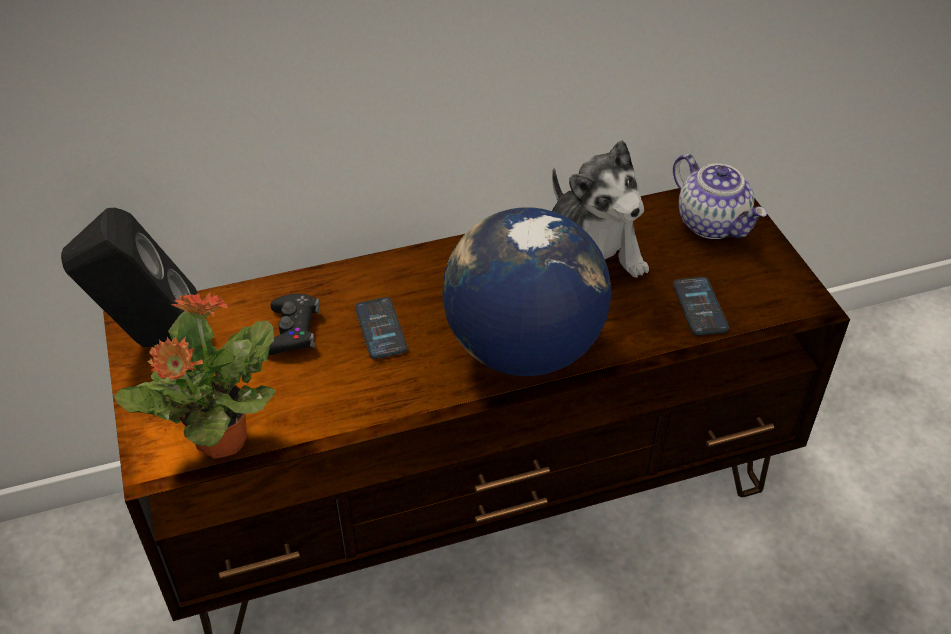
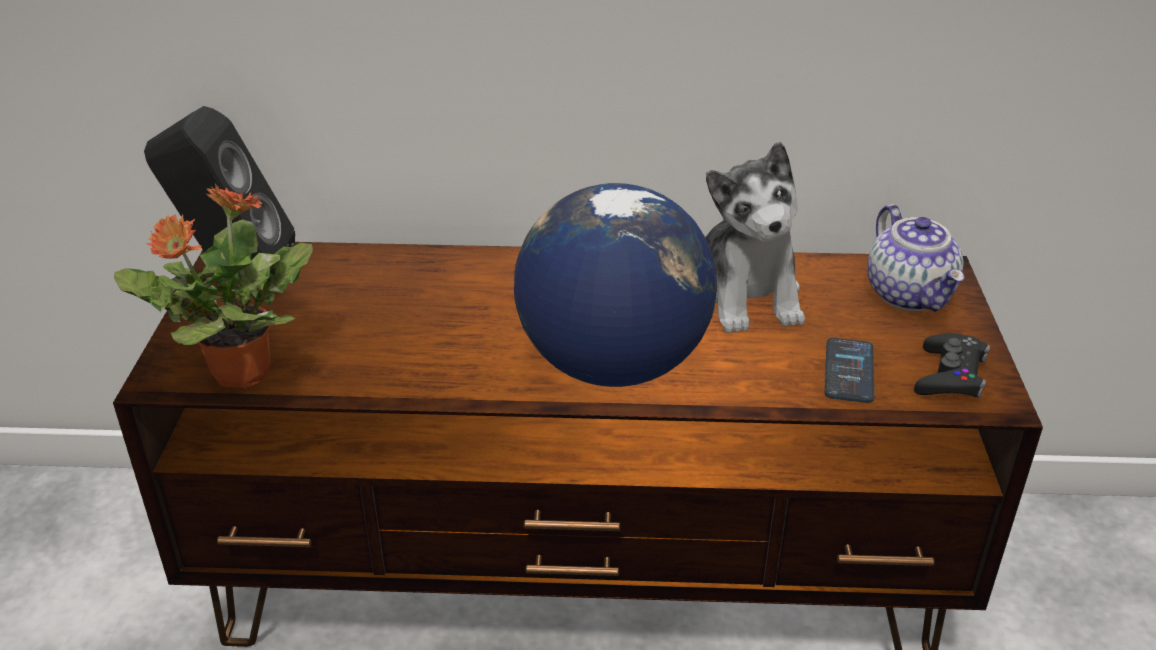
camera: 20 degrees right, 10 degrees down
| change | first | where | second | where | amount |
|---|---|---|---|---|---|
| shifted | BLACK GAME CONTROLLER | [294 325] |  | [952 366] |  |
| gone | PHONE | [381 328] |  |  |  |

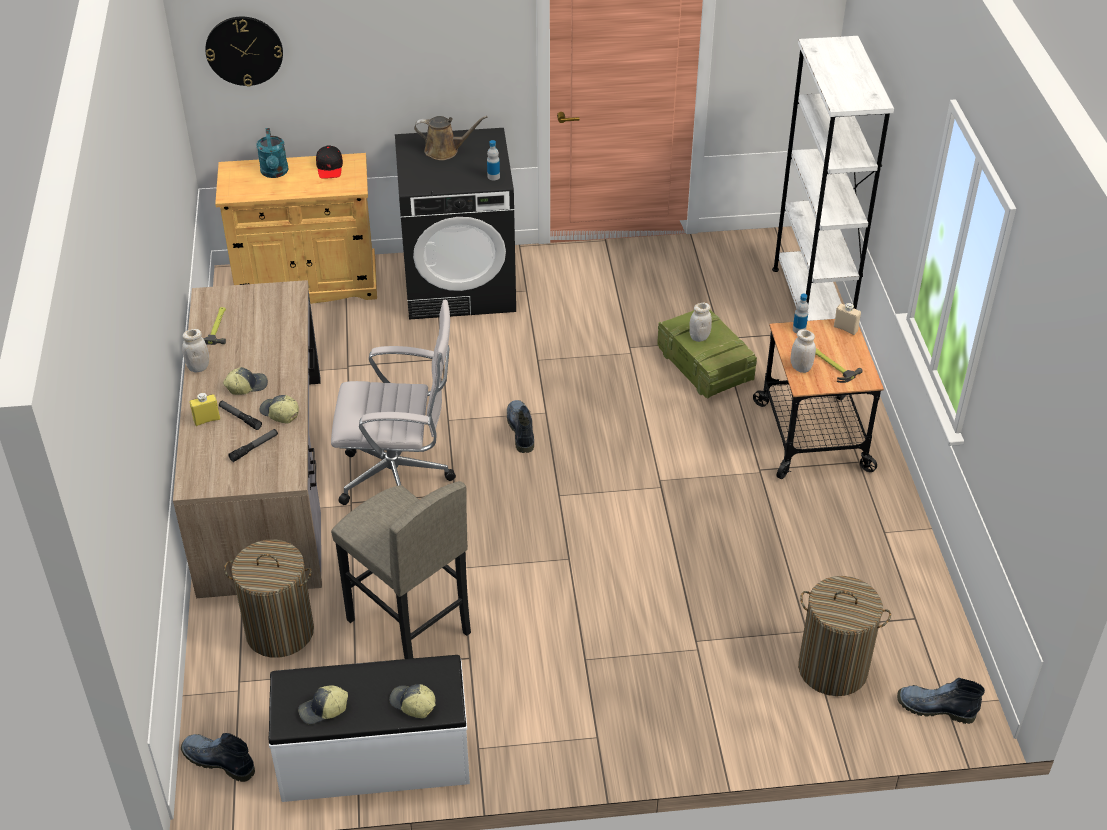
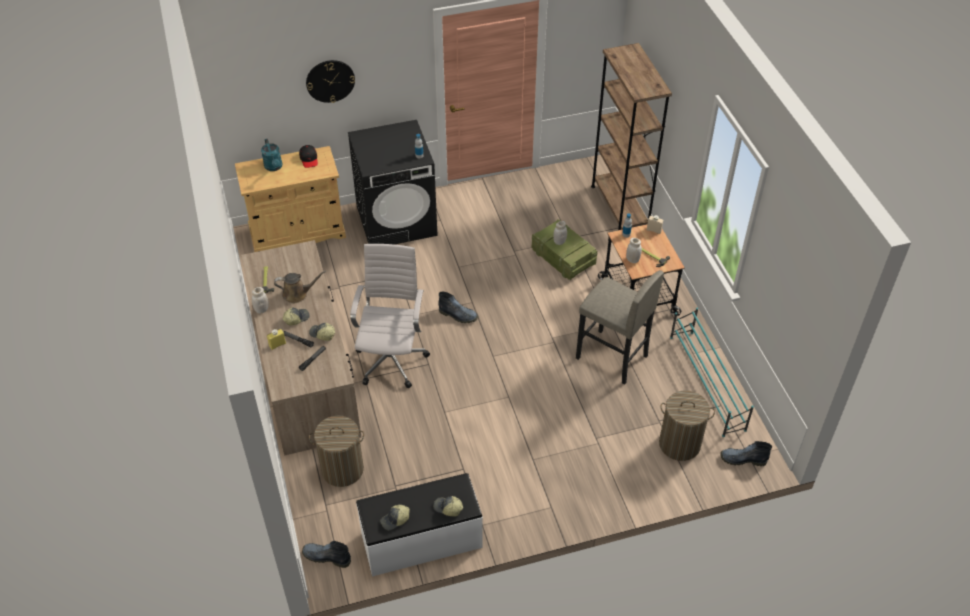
camera: 10 degrees left, 5 degrees up
| change | first | where | second | where | amount |
|---|---|---|---|---|---|
| shifted | WALL CLOCK | [244 52] |  | [330 81] |  |
| rotated | WHITE OFFICE CHAIR | [393 402] |  | [390 316] | 75 degrees counterclockwise |
| shifted | GREY STOOL | [401 570] |  | [620 327] |  |
| shifted | BROWN WATERING CAN | [450 138] |  | [300 287] |  |
| rotated | BOOT | [520 426] |  | [458 307] | 135 degrees clockwise |
| repainted | WHITE BOOKCASE | [833 178] | BROWN BOOKCASE | [631 136] |  |
| new |  |  | TURQUOISE SHOE RACK | [712 372] |  |

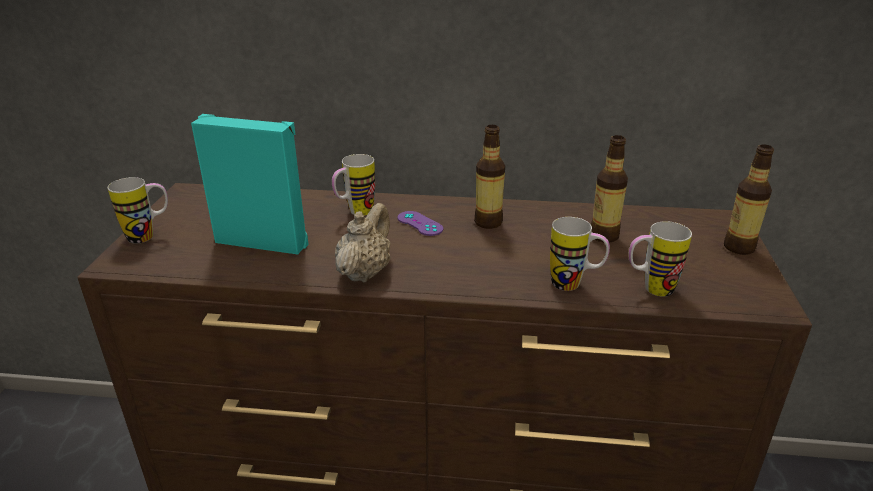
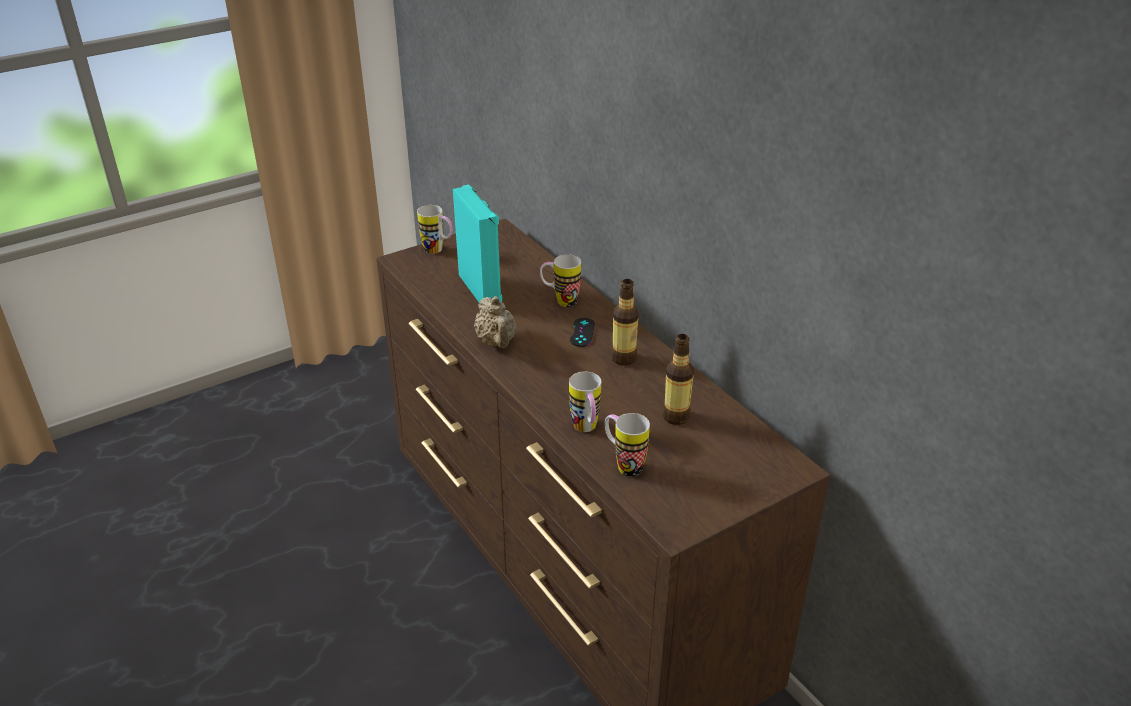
camera: 50 degrees right, 5 degrees up
| change | first | where | second | where | amount |
|---|---|---|---|---|---|
| rotated | BEIGE TEAPOT | [363 242] |  | [495 322] | 90 degrees clockwise |
| repainted | PURPLE GAME CONTROLLER | [420 223] | BLACK GAME CONTROLLER | [582 332] |  |
| gone | BOTTLE | [749 199] |  |  |  |

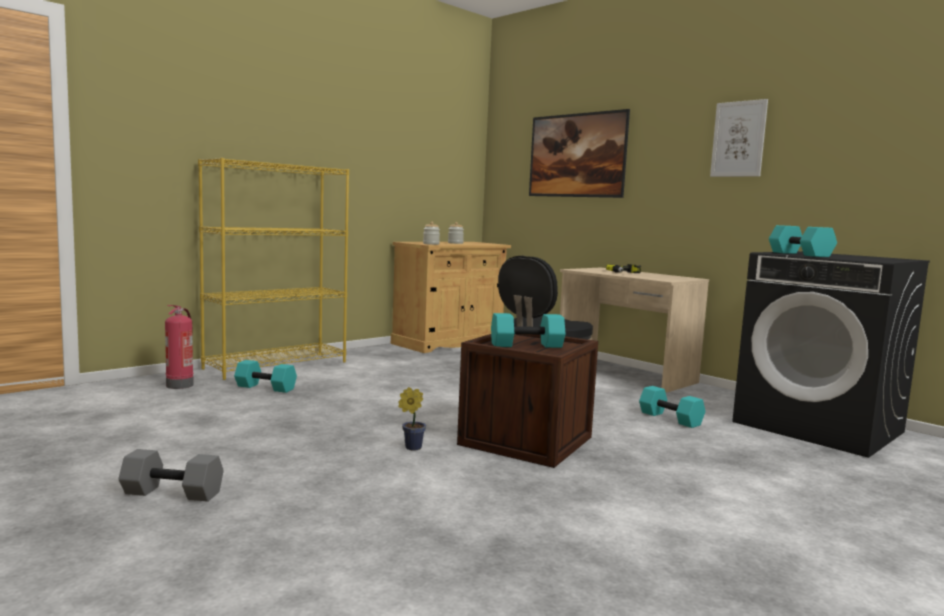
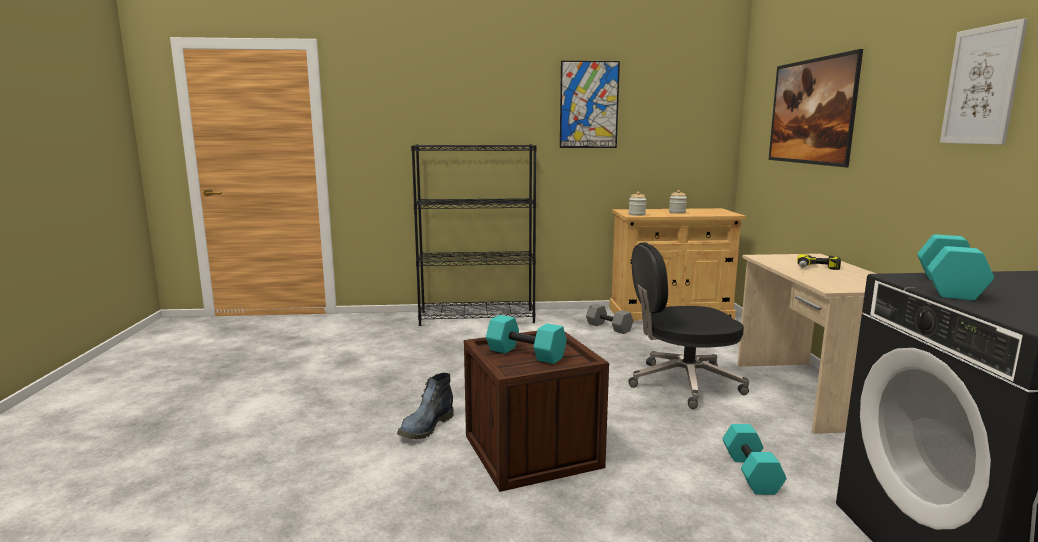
camera: 40 degrees right, 5 degrees up
| change | first | where | second | where | amount |
|---|---|---|---|---|---|
| shifted | GREY DUMBBELL | [171 475] |  | [609 319] |  |
| gone | FIRE EXTINGUISHER | [179 347] |  |  |  |
| repainted | YELLOW BOOKCASE | [273 269] | BLACK BOOKCASE | [474 235] |  |
| gone | TURQUOISE DUMBBELL | [265 376] |  |  |  |
| swapped | POTTED PLANT | [412 418] | BOOT | [425 406] |  |
| new |  |  | PICTURE | [590 104] |  |

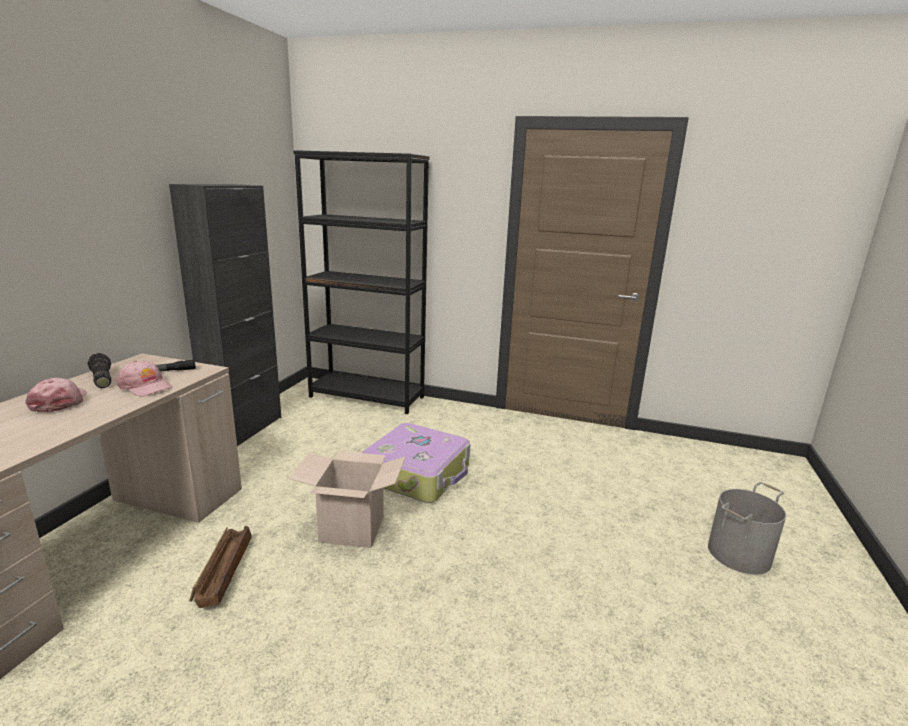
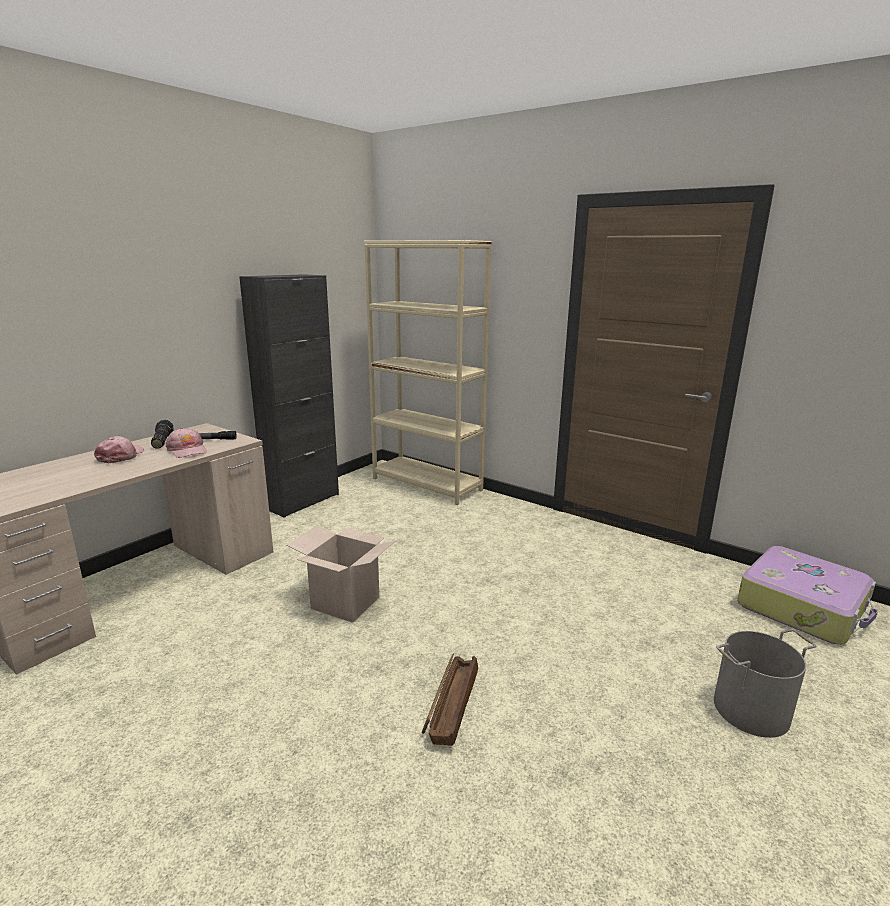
camera: 20 degrees right, 0 degrees up
| change | first | where | second | where | amount |
|---|---|---|---|---|---|
| shifted | CRATE | [220 567] |  | [450 699] |  |
| repainted | BLACK BOOKCASE | [362 282] | BEIGE BOOKCASE | [428 372] |  |
| shifted | SUITCASE | [416 463] |  | [807 595] |  |

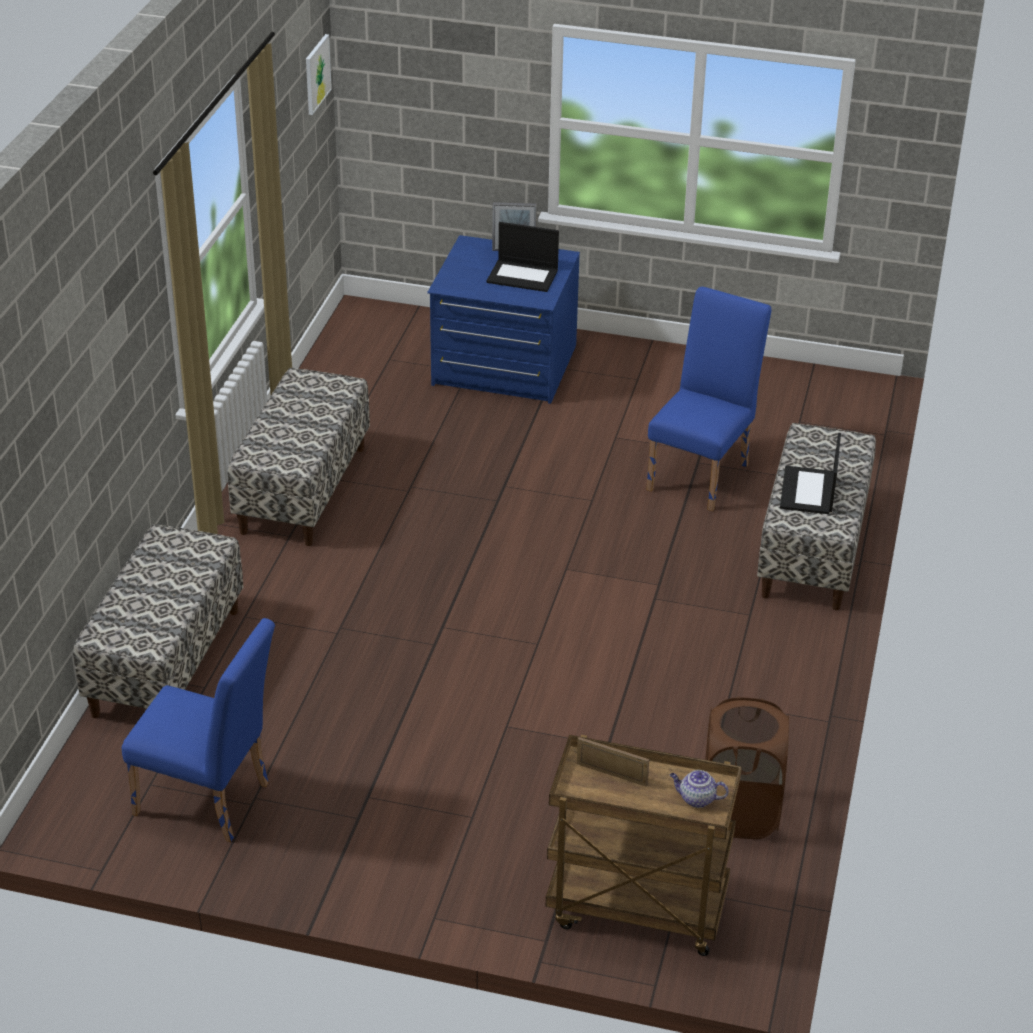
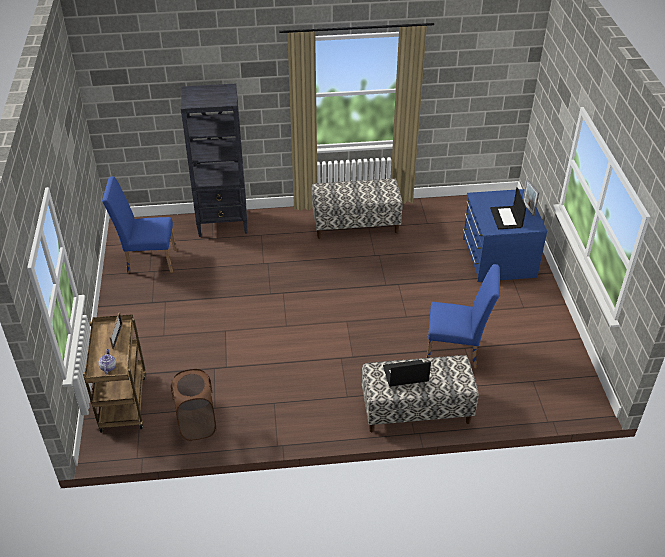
camera: 70 degrees right, 5 degrees up
| change | first | where | second | where | amount |
|---|---|---|---|---|---|
| swapped | BENCH | [158 621] | BLACK BOOKCASE | [214 160] |  |
| rotated | BLUE CHAIR | [198 730] |  | [139 224] | 90 degrees clockwise |
| gone | PICTURE | [319 74] |  |  |  |

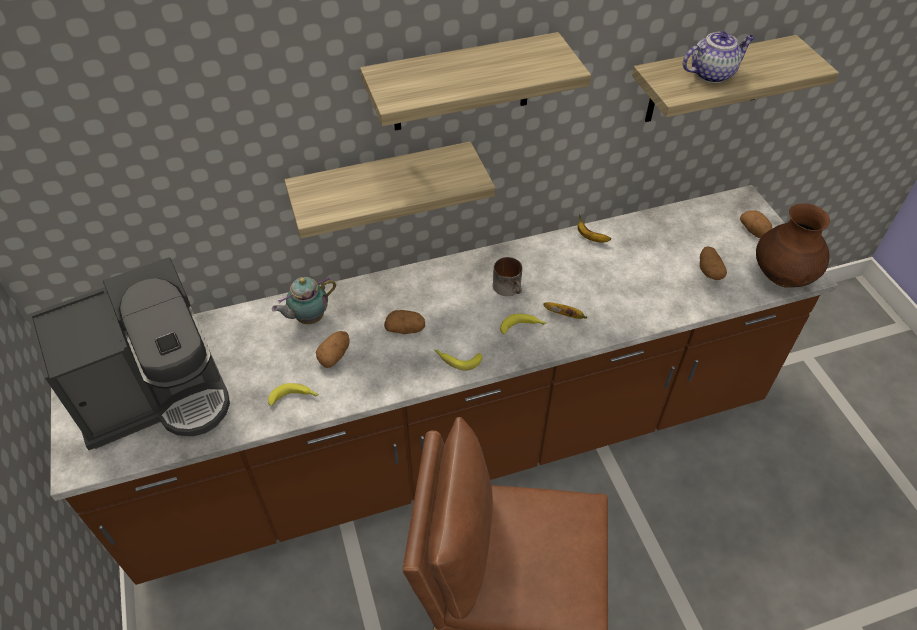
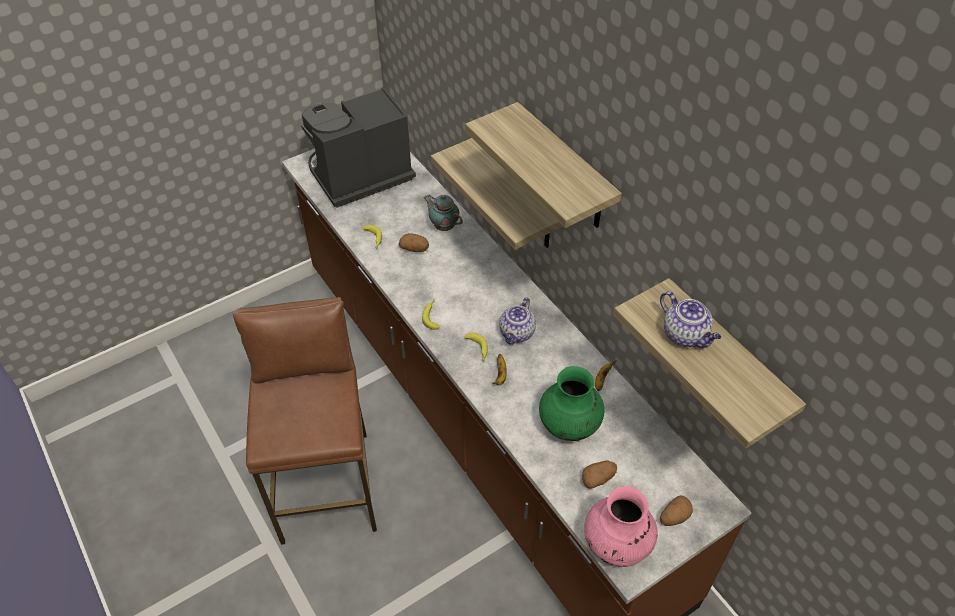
camera: 75 degrees right, 0 degrees up
| change | first | where | second | where | amount |
|---|---|---|---|---|---|
| rotated | COFFEE MACHINE | [129 353] |  | [358 148] | 105 degrees clockwise |
| gone | POTATO | [405 322] |  |  |  |
| swapped | MUG | [507 276] | TEAPOT | [517 320] |  |
| repainted | BROWN VASE | [793 245] | PINK VASE | [621 526] |  |
| new |  |  | GREEN VASE | [571 403] |  |

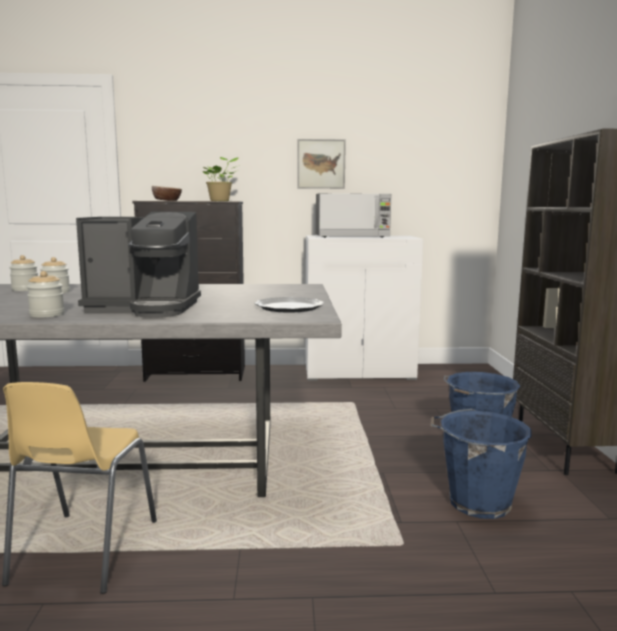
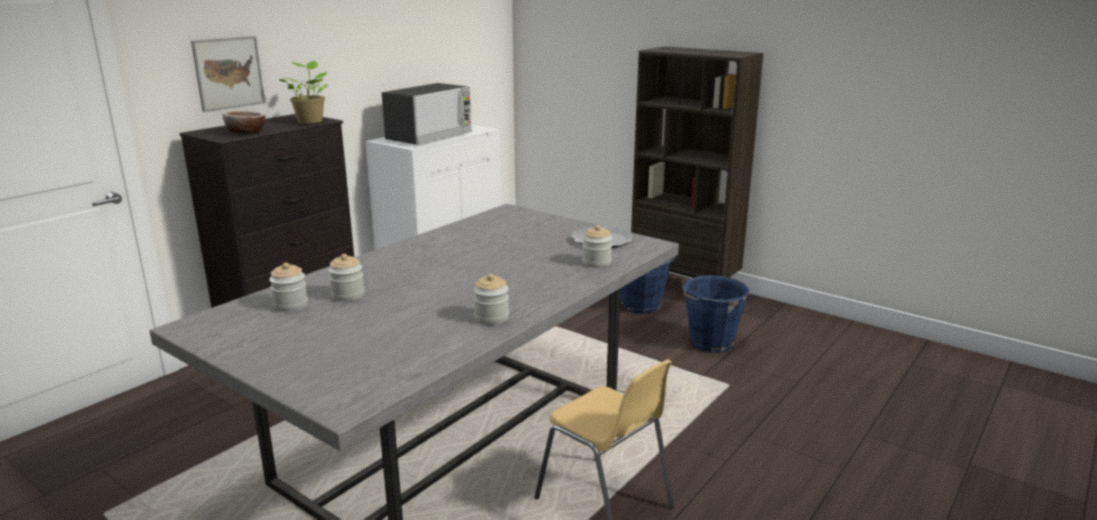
camera: 50 degrees left, 10 degrees up
| change | first | where | second | where | amount |
|---|---|---|---|---|---|
| gone | COFFEE MACHINE | [138 265] |  |  |  |
| shifted | PICTURE | [321 164] |  | [228 74] |  |
| new |  |  | JAR | [597 246] |  |

